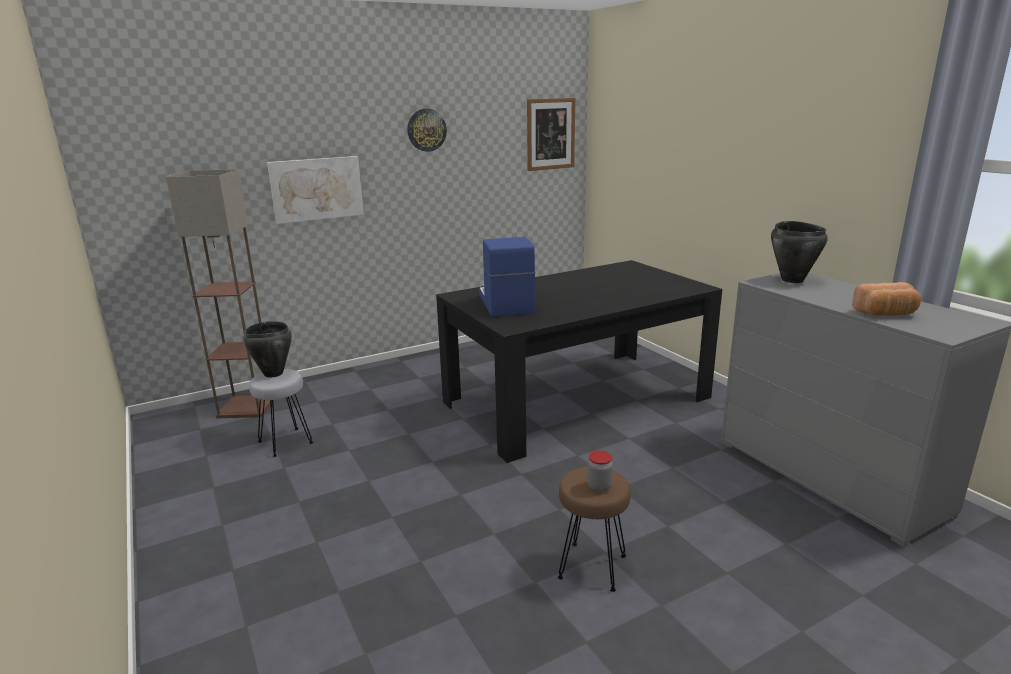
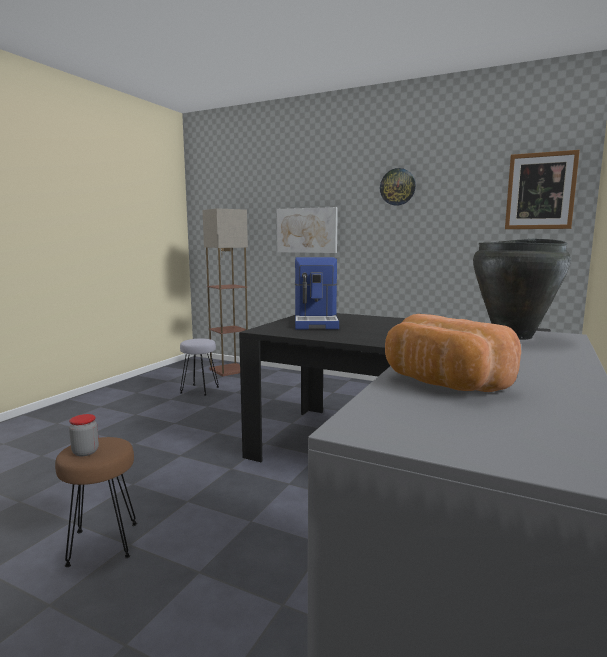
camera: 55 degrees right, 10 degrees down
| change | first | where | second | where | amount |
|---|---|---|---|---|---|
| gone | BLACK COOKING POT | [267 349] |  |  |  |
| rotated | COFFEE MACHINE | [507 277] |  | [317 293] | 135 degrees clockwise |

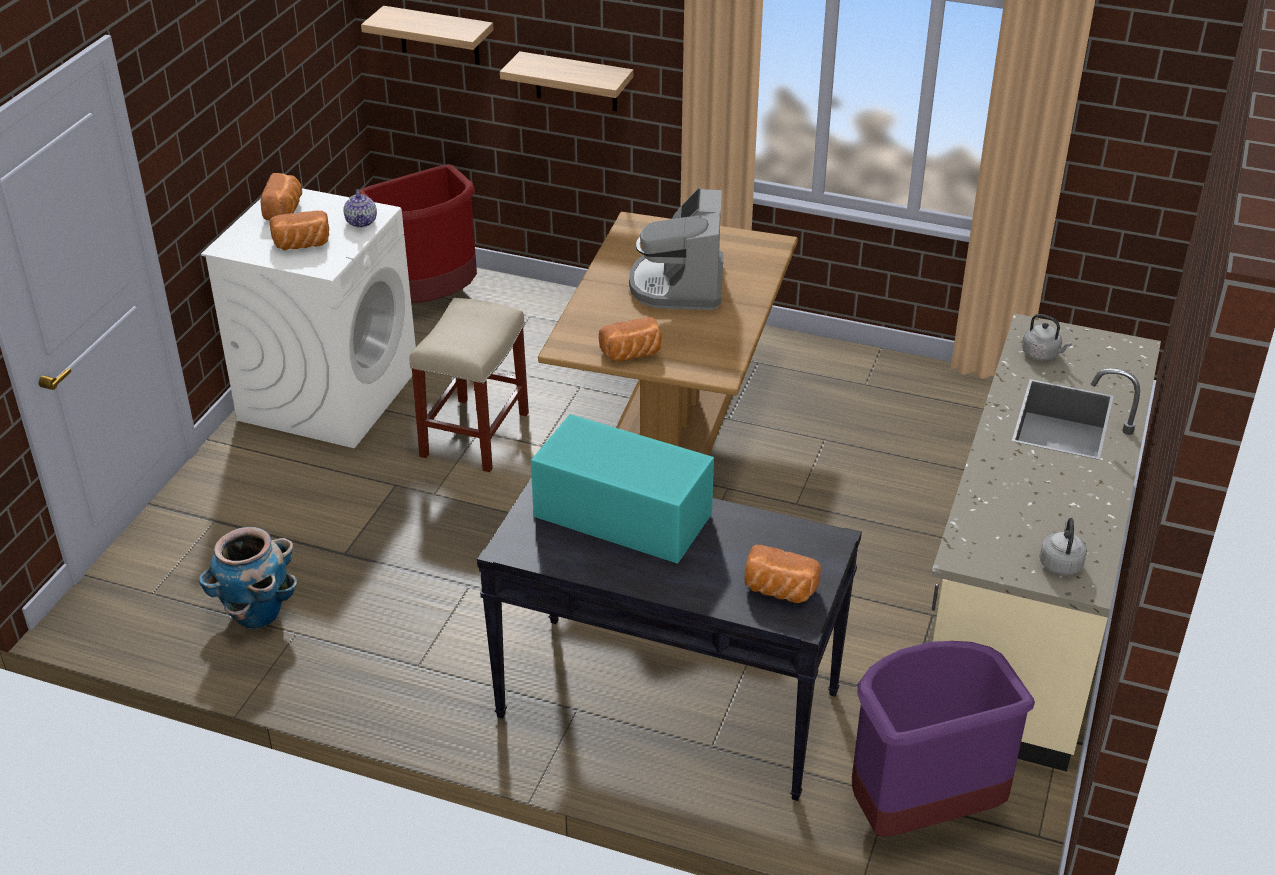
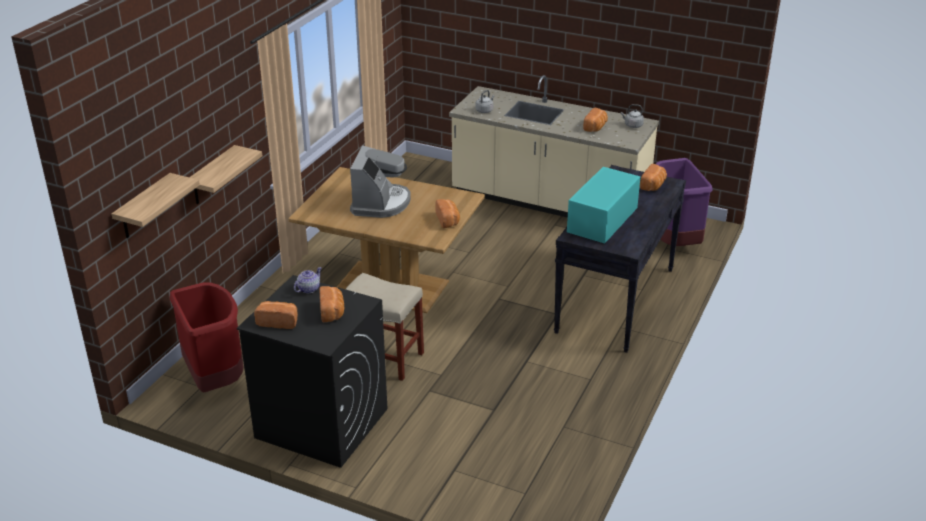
camera: 85 degrees left, 5 degrees down
| change | first | where | second | where | amount |
|---|---|---|---|---|---|
| gone | PLANTER | [248 578] |  |  |  |
| repainted | WHITE WASHING MACHINE | [308 318] | BLACK WASHING MACHINE | [312 371] |  |
| rotated | TEAPOT | [360 209] |  | [308 280] | 45 degrees counterclockwise |
| rotated | COFFEE MACHINE | [676 249] |  | [380 181] | 90 degrees counterclockwise |
| new |  |  | BREAD | [595 119] |  |

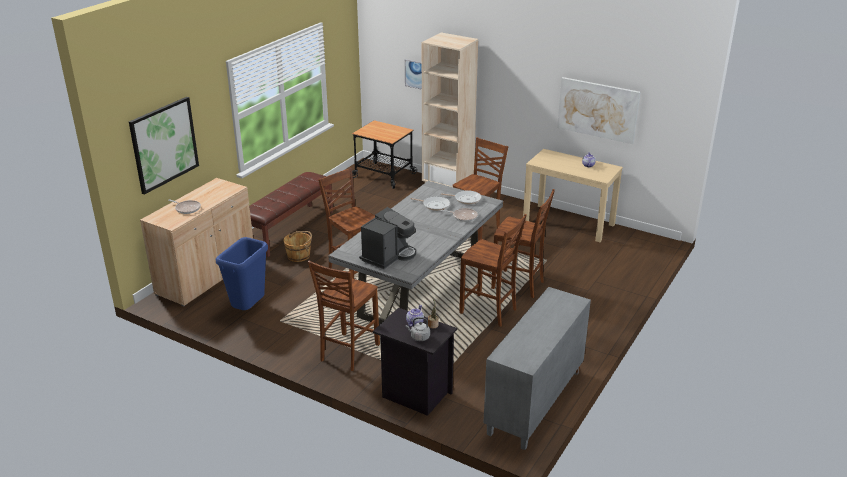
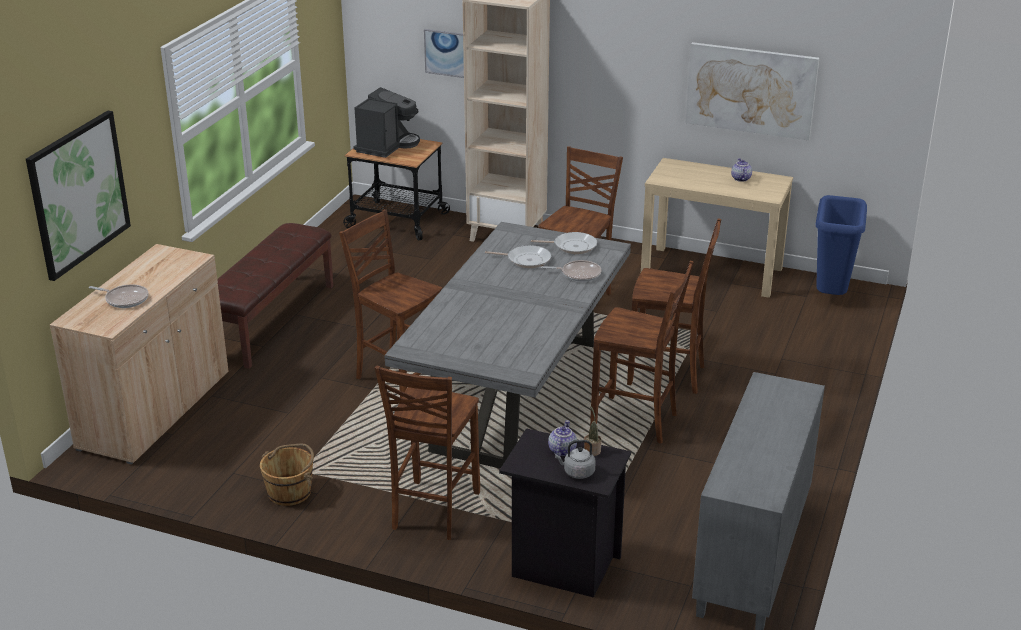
camera: 10 degrees left, 0 degrees up
| change | first | where | second | where | amount |
|---|---|---|---|---|---|
| shifted | BLUE TRASH CAN | [242 273] |  | [841 245] |  |
| shifted | BROWN BUCKET | [297 246] |  | [287 475] |  |
| shifted | COFFEE MACHINE | [387 238] |  | [386 122] |  |

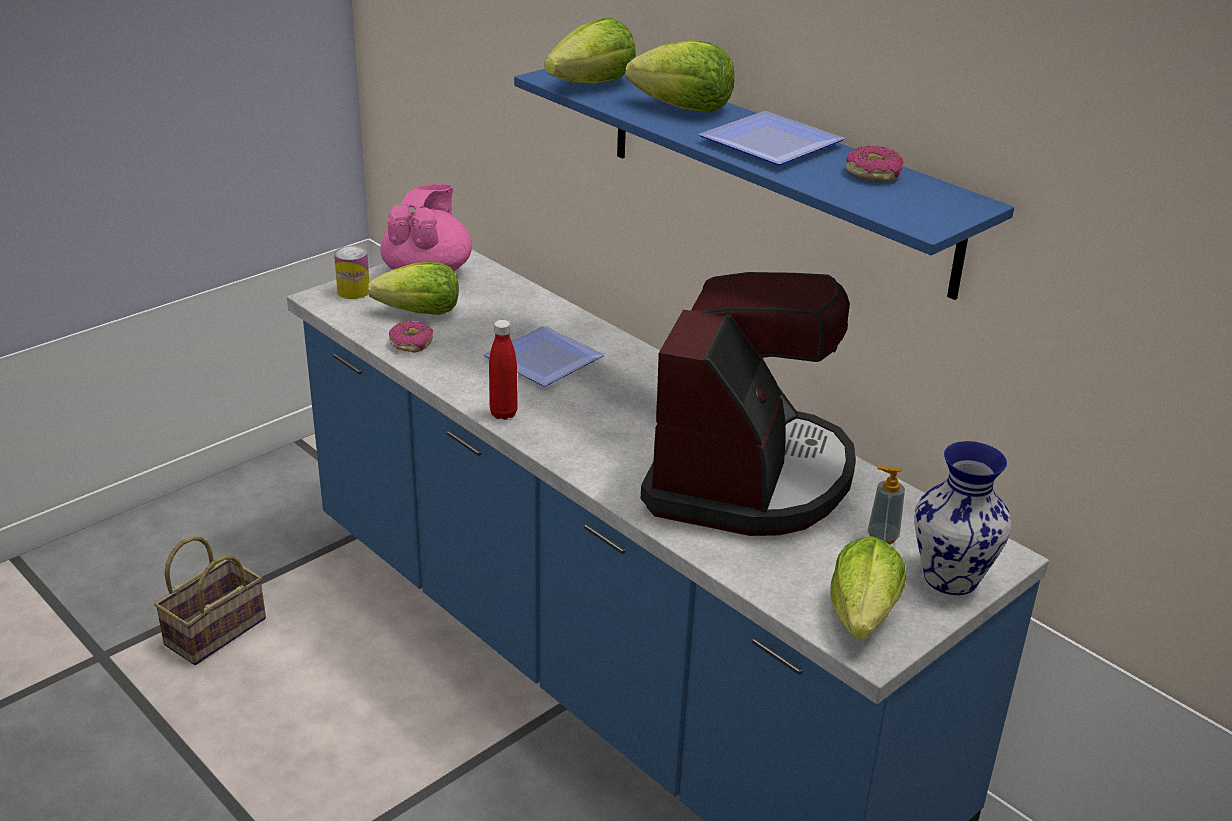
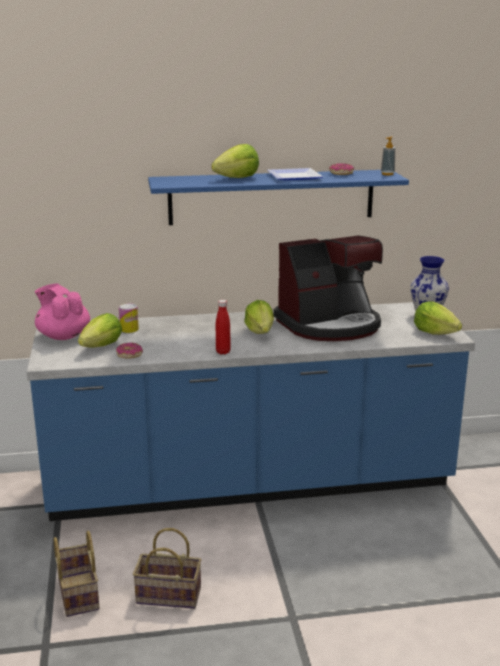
camera: 55 degrees left, 10 degrees down
| change | first | where | second | where | amount |
|---|---|---|---|---|---|
| shifted | CAN | [351 272] |  | [129 318] |  |
| gone | PLATE | [544 356] |  |  |  |
| shifted | LETTUCE | [590 50] |  | [259 317] |  |
| rotated | COFFEE MACHINE | [748 404] |  | [328 288] | 105 degrees clockwise |
| shifted | SOAP DISPENSER | [886 505] |  | [388 156] |  |
| new |  |  | BASKET | [167 568] |  |

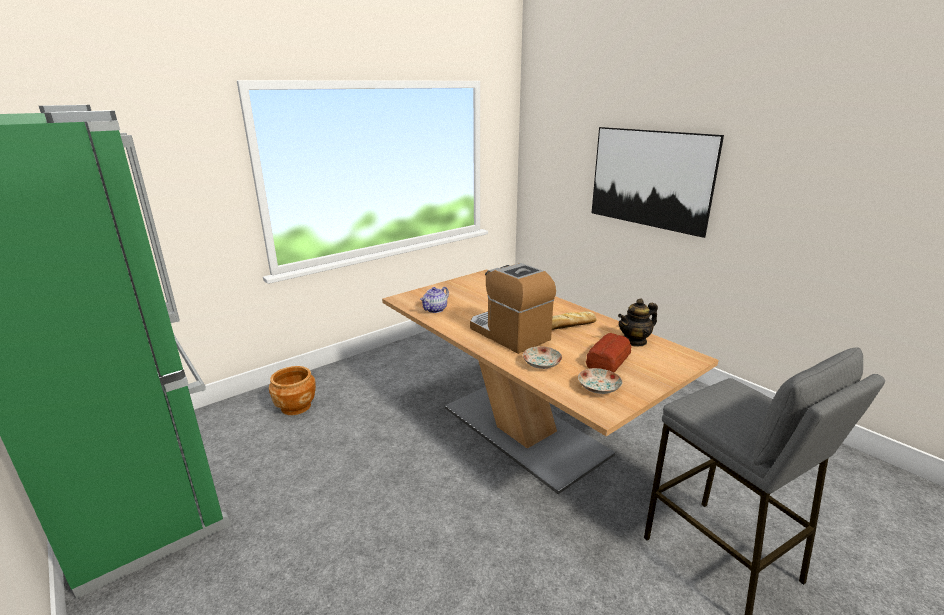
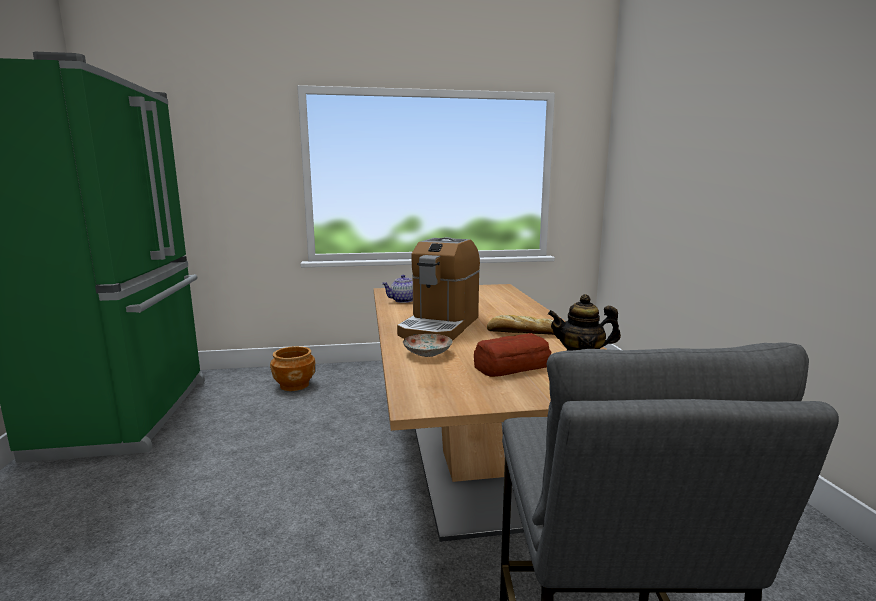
camera: 30 degrees right, 10 degrees down
| change | first | where | second | where | amount |
|---|---|---|---|---|---|
| rotated | COFFEE MACHINE | [513 308] |  | [438 289] | 150 degrees counterclockwise |
| gone | PLATE | [600 381] |  |  |  |
| gone | PICTURE | [658 182] |  |  |  |

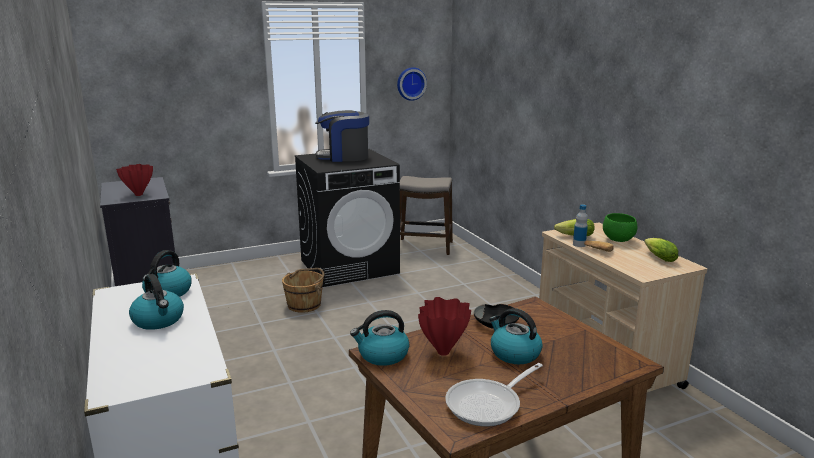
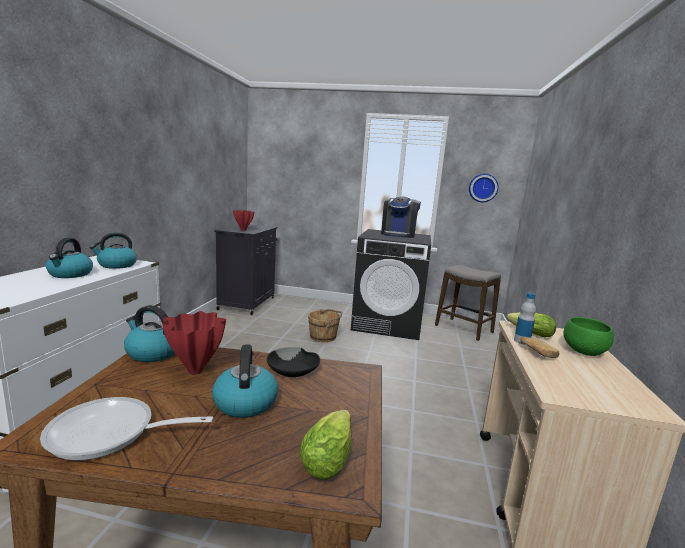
camera: 35 degrees right, 5 degrees down
| change | first | where | second | where | amount |
|---|---|---|---|---|---|
| rotated | COFFEE MACHINE | [342 136] |  | [401 217] | 105 degrees counterclockwise |
| shifted | LETTUCE | [661 250] |  | [326 444] |  |

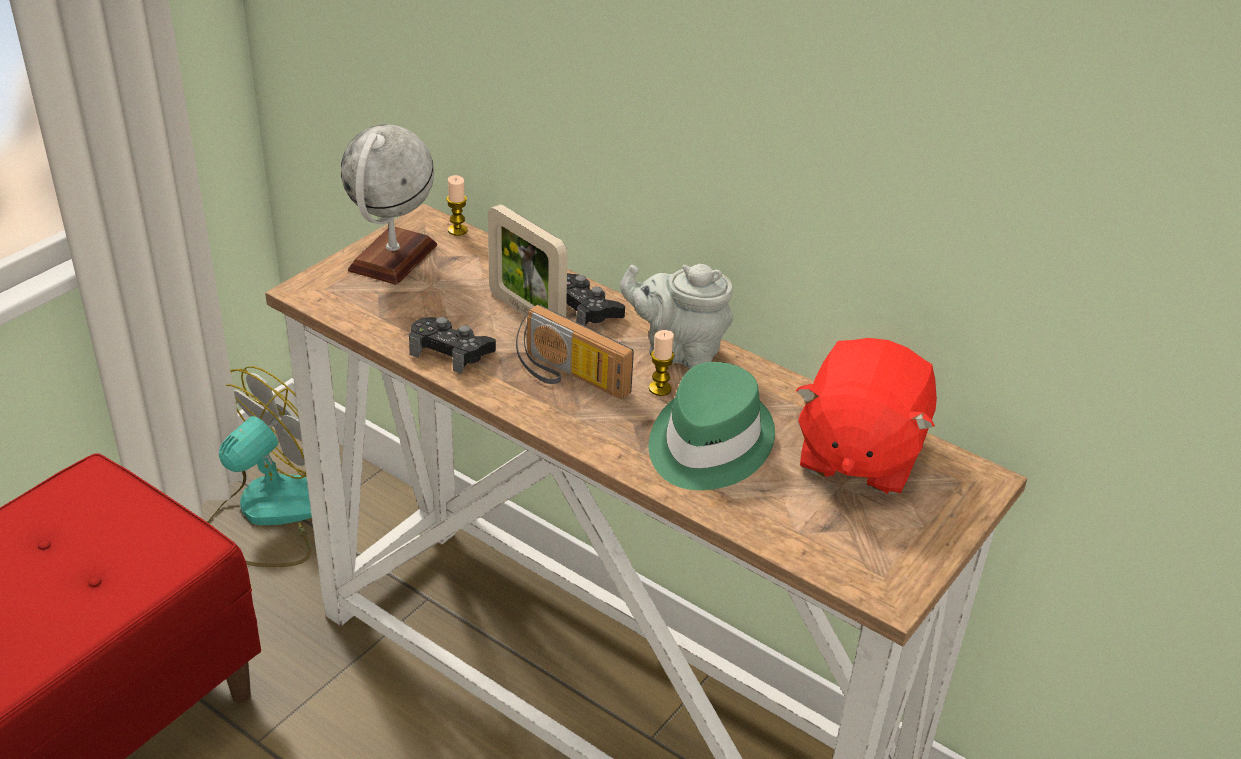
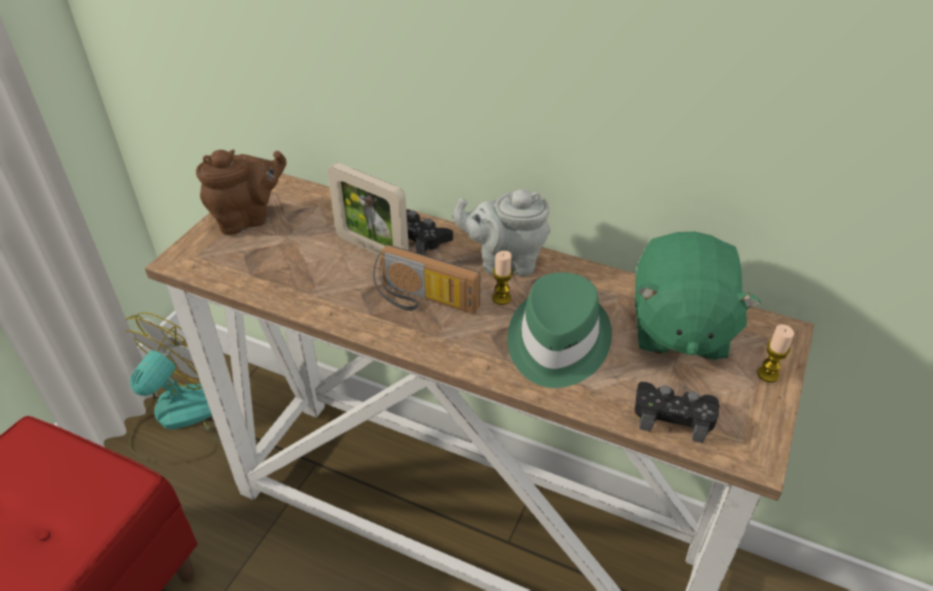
camera: 10 degrees left, 5 degrees up
| change | first | where | second | where | amount |
|---|---|---|---|---|---|
| swapped | GLOBE | [389 205] | BROWN TEAPOT | [241 192] |  |
| shifted | BLACK GAME CONTROLLER | [452 345] |  | [676 412] |  |
| shifted | CANDLE | [457 205] |  | [775 353] |  |
| repainted | RED PLUSH TOY | [866 416] | GREEN PLUSH TOY | [698 296] |  |

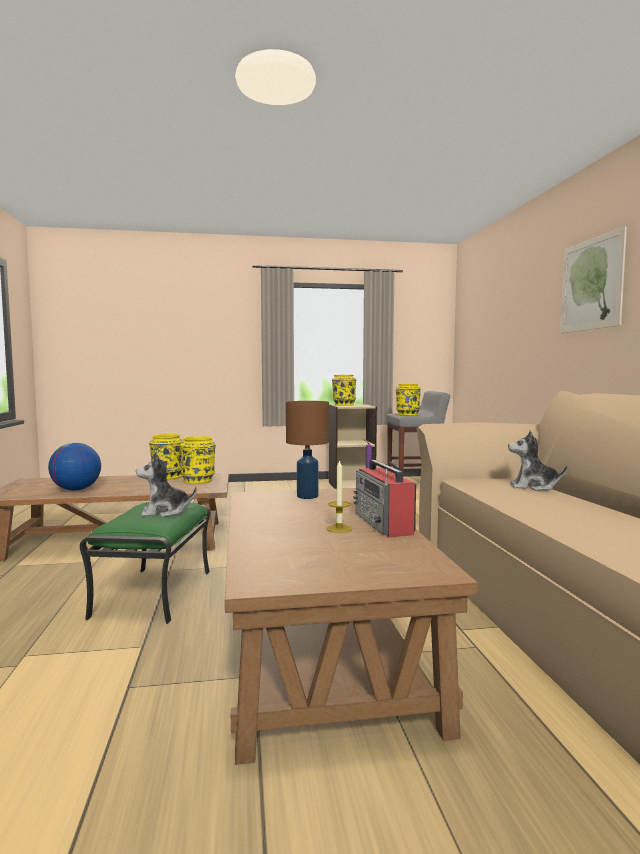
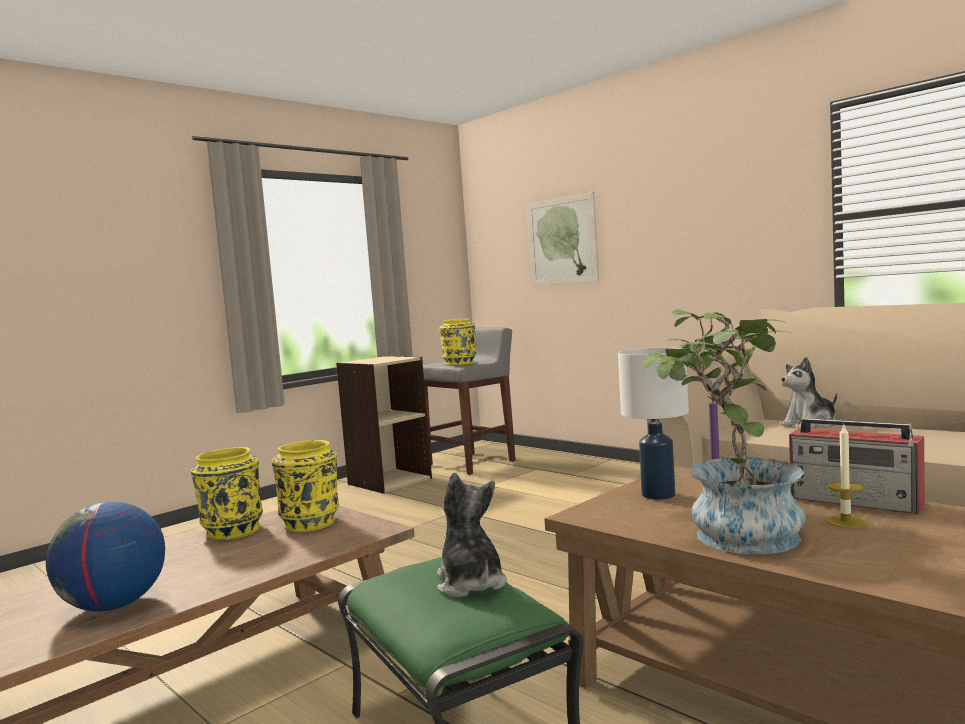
camera: 35 degrees left, 0 degrees up
| change | first | where | second | where | amount |
|---|---|---|---|---|---|
| rotated | PLUSH TOY | [166 485] |  | [472 535] | 120 degrees clockwise |
| repainted | BROWN TABLE LAMP | [307 450] | WHITE TABLE LAMP | [653 423] |  |
| gone | YELLOW VASE | [344 390] |  |  |  |
| shifted | PICTURE | [593 279] |  | [563 239] |  |
| new |  |  | POTTED PLANT | [723 432] |  |

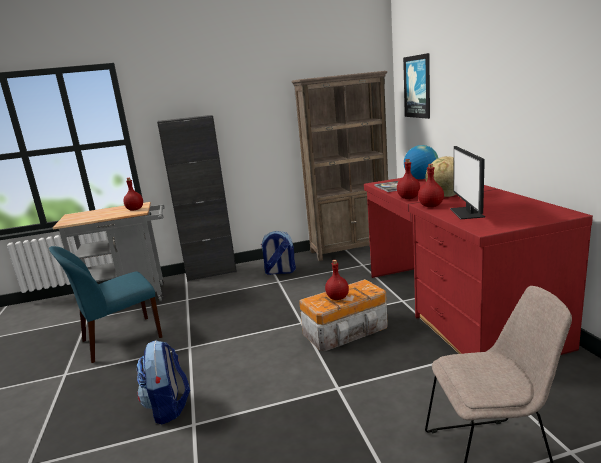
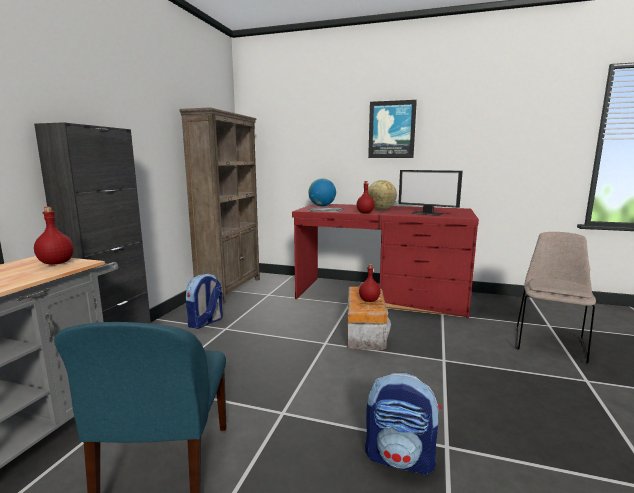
camera: 60 degrees left, 5 degrees down
| change | first | where | second | where | amount |
|---|---|---|---|---|---|
| shifted | PICTURE | [416 86] |  | [392 129] |  |
| gone | RED BOTTLE | [431 185] |  |  |  |

